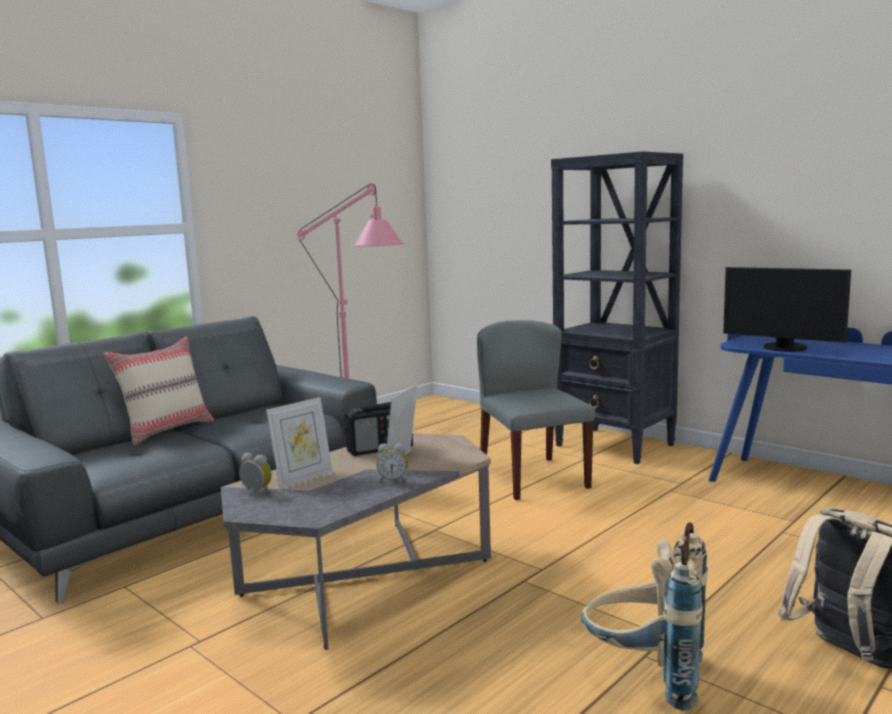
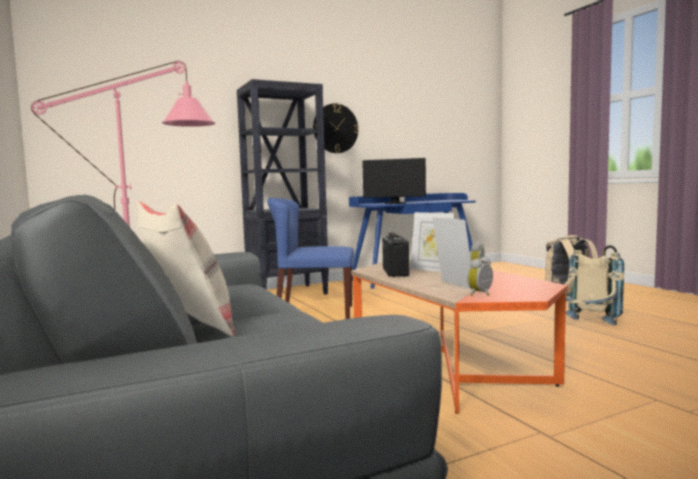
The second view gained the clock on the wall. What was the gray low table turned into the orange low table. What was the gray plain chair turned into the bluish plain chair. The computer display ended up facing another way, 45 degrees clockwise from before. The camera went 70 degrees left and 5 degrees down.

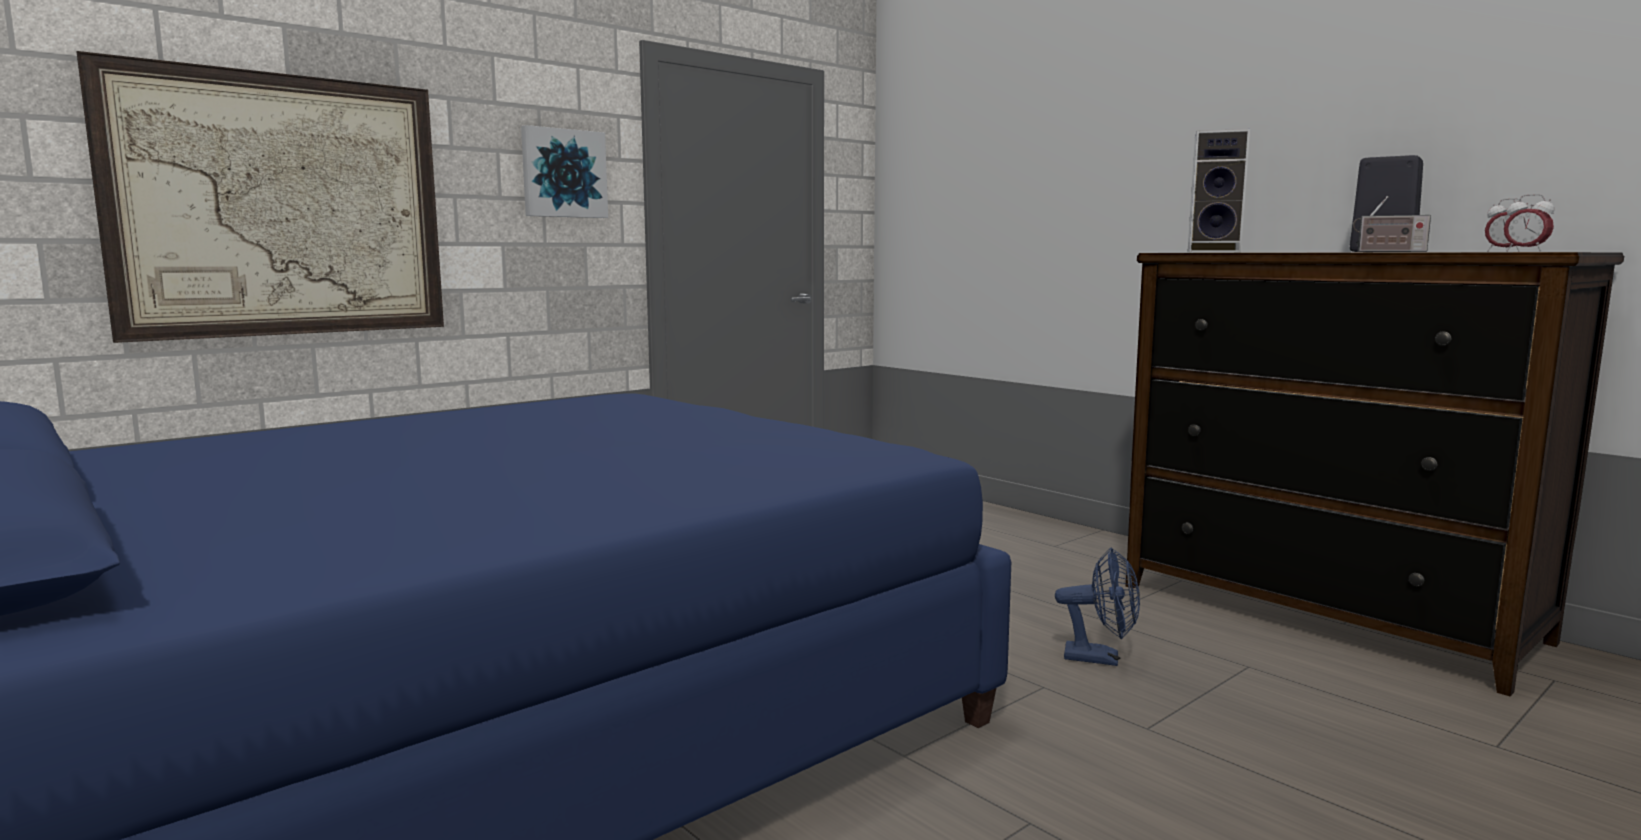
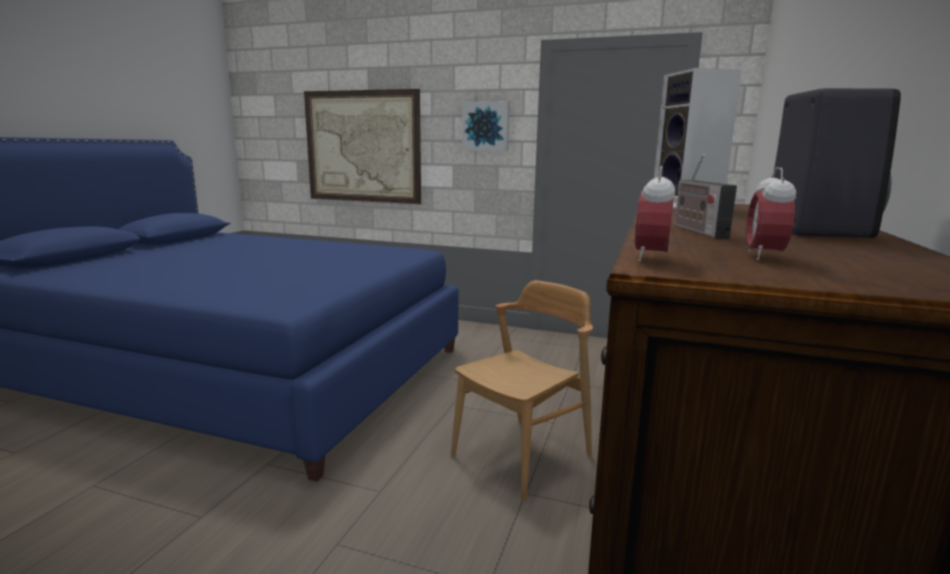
The second view lost the bluish fan. The second view gained the brownish plain chair. The camera went 60 degrees right and 5 degrees up.

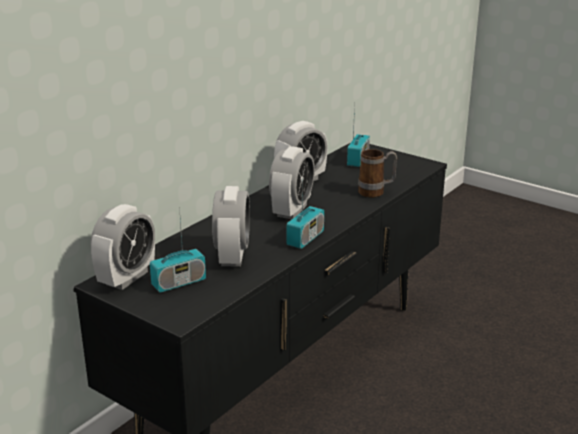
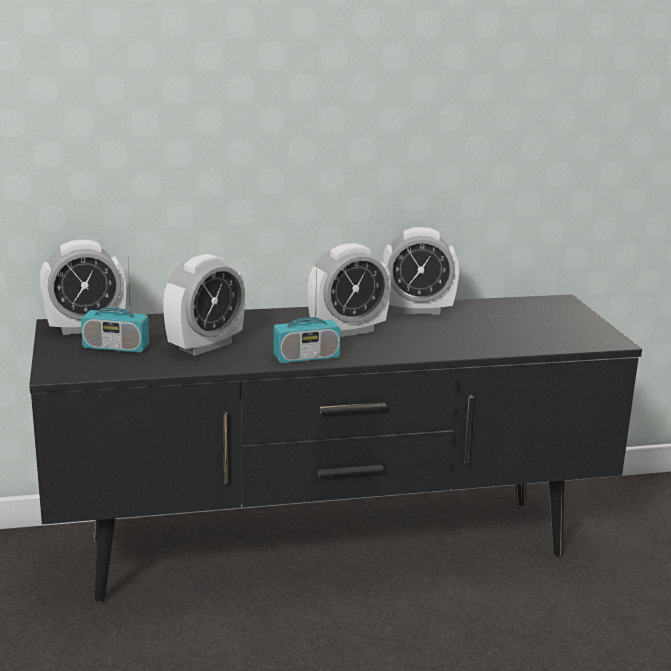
The second view lost the radio (3rd from left). The second view lost the mug. The camera went 40 degrees right and 5 degrees down.

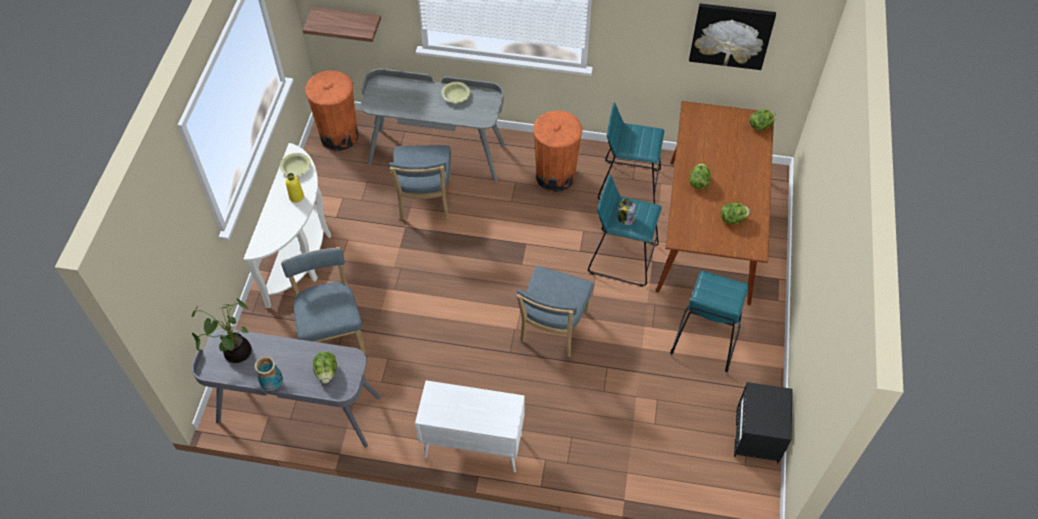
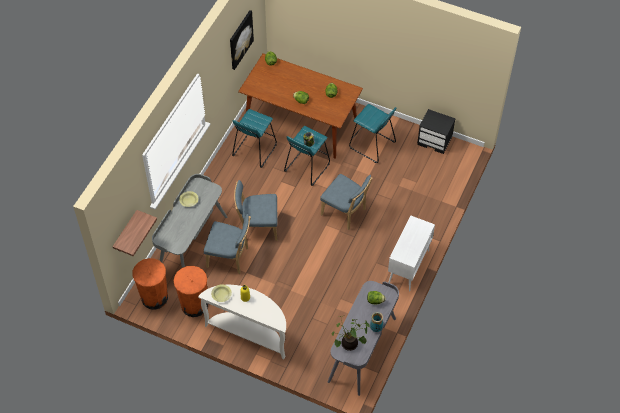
The bluish plain chair (1st from left in the first image) ended up elsewhere. The orange trash can (2nd from left) ended up elsewhere. The camera went 75 degrees left and 0 degrees up.

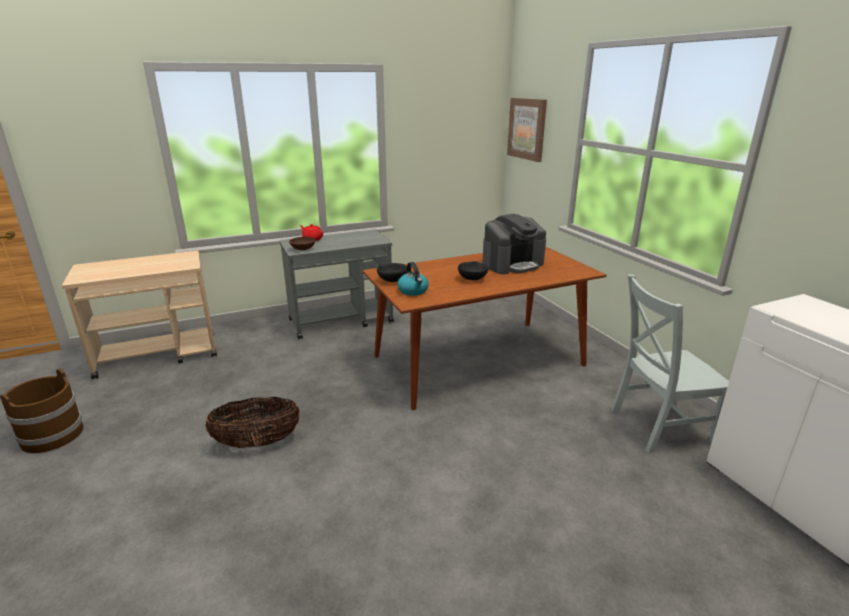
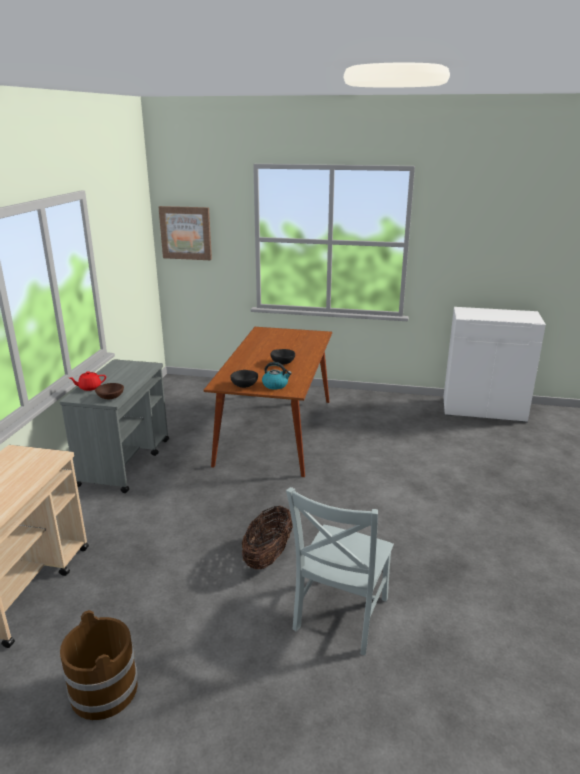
The second view lost the coffee maker. The gray plain chair ended up elsewhere. The camera went 55 degrees left and 0 degrees up.

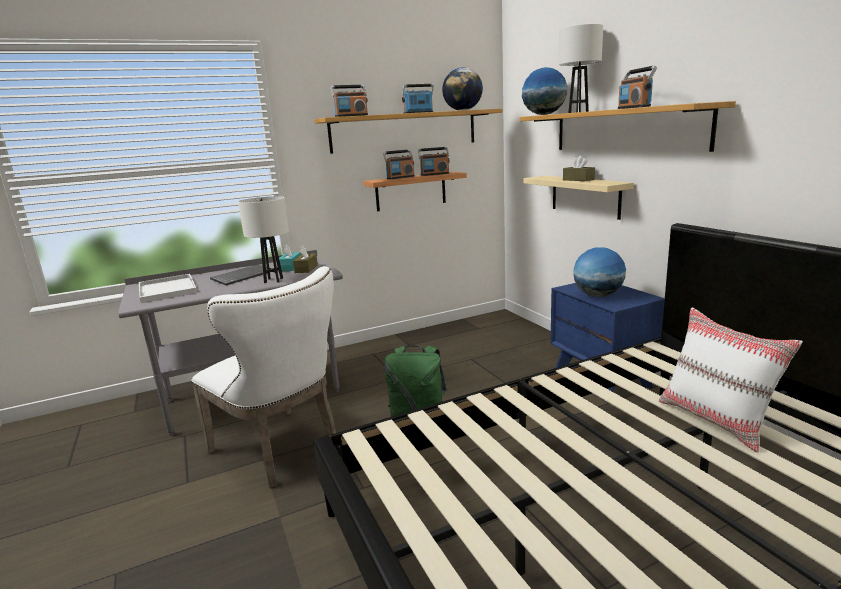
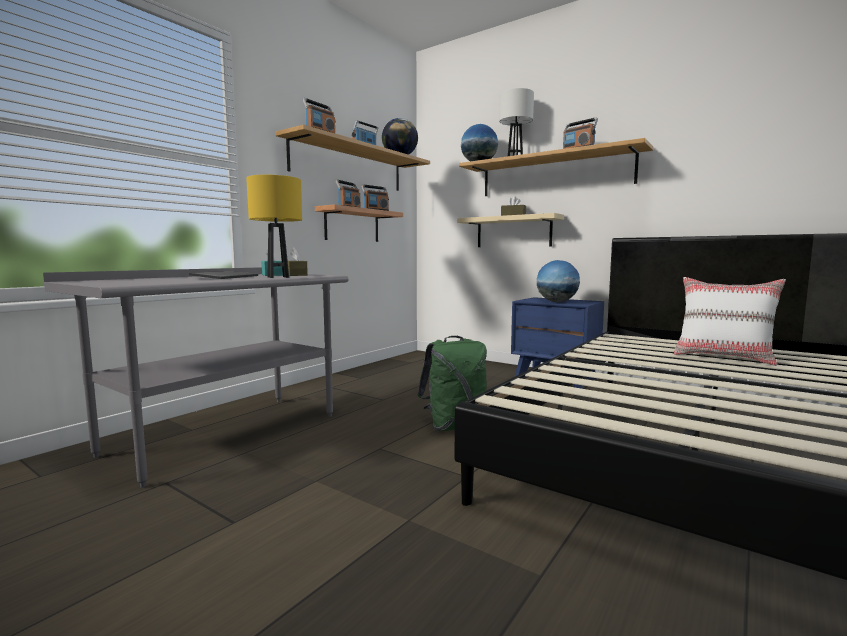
The second view lost the whitish tray. The second view lost the whitish plain chair. What was the whitish lamp for a table (1st from left) turned into the yellowish lamp for a table. The camera went 30 degrees left and 10 degrees down.

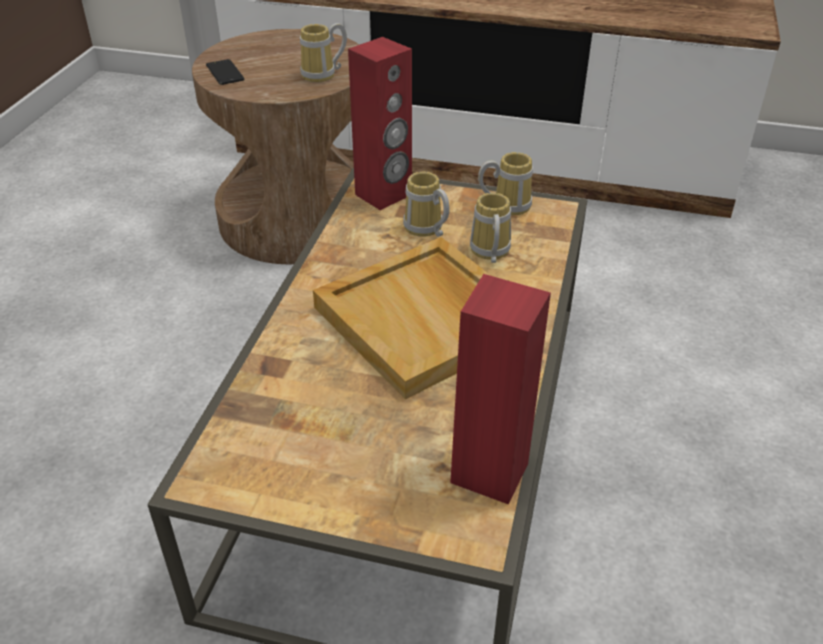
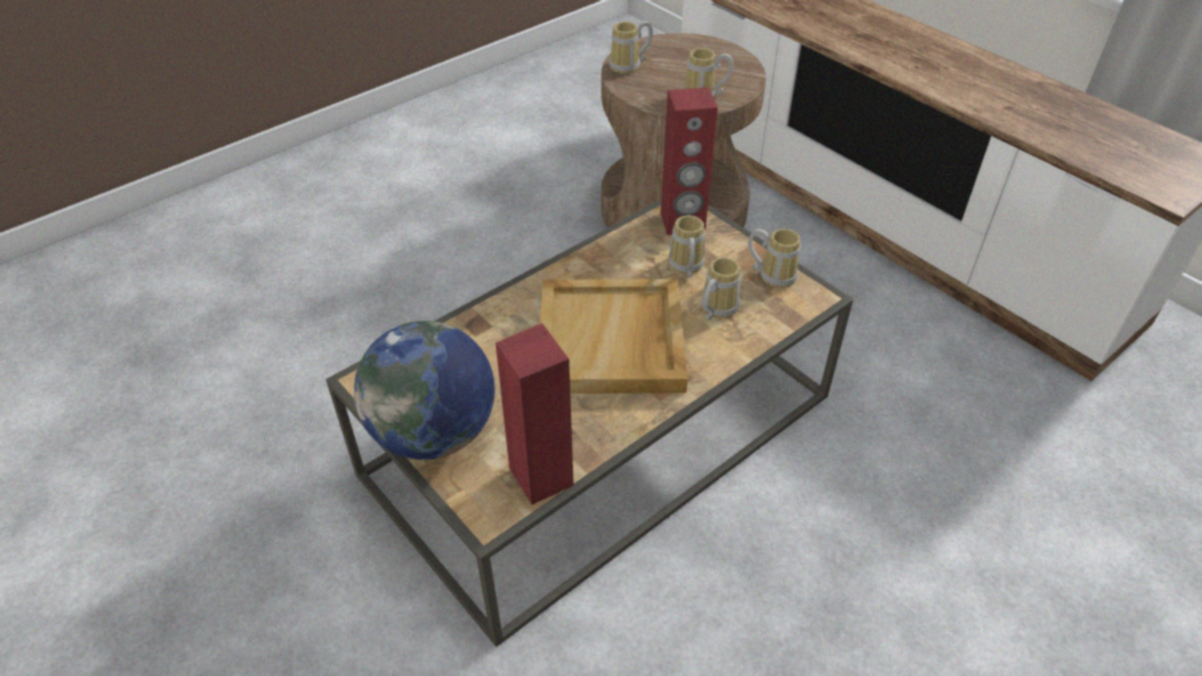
The second view gained the globe. Where the telephone stood, the mug (1st from left) came to stand. The camera went 35 degrees right and 5 degrees up.

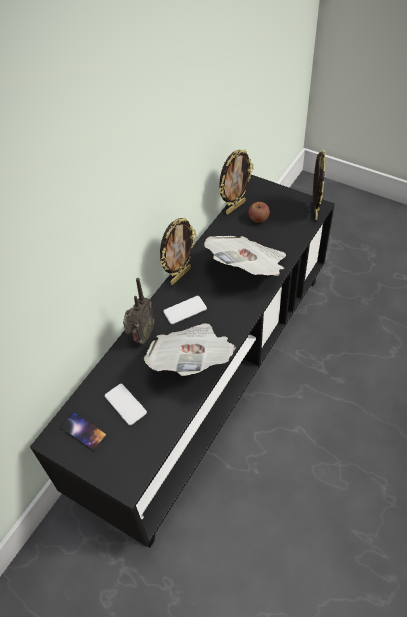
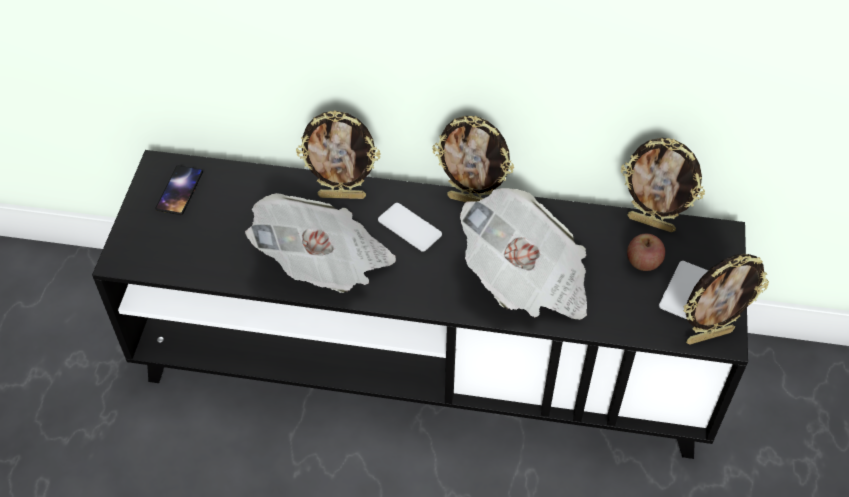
The telephone (2nd from left in the first image) ended up elsewhere. Where the radio stood, the standing frame (1st from left) came to stand. The camera went 65 degrees right and 0 degrees up.

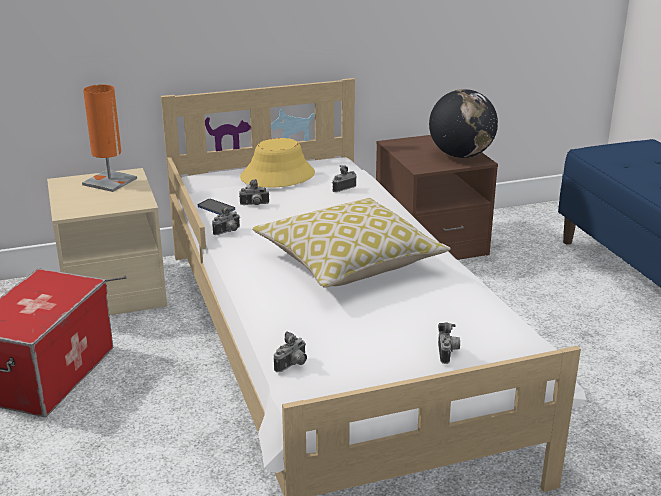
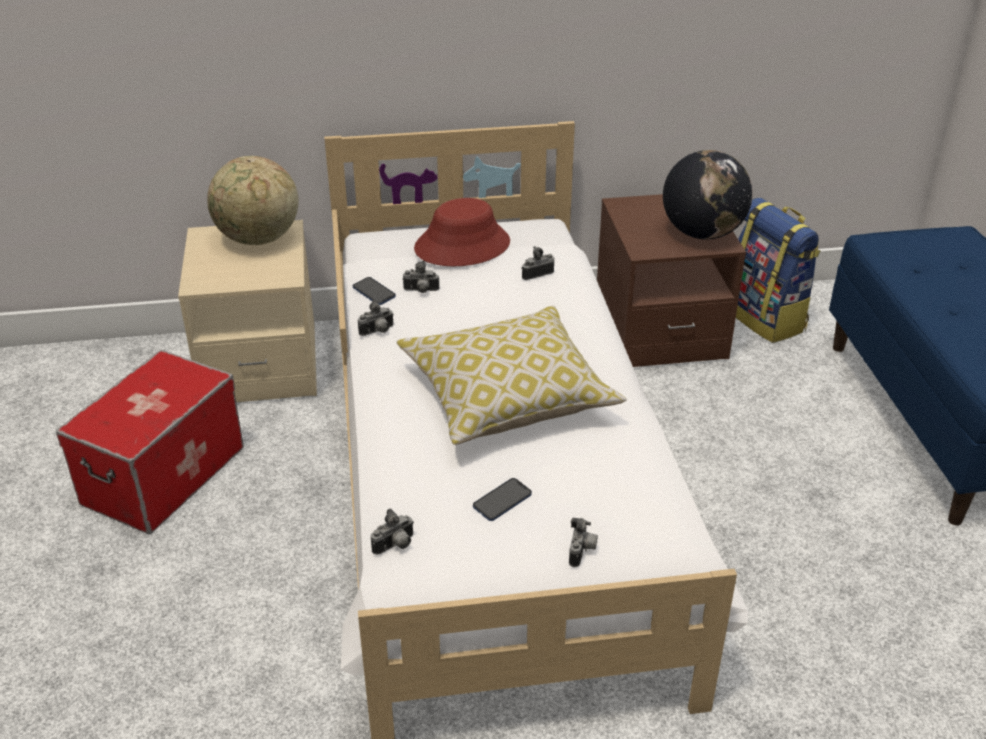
The second view gained the telephone (2nd from left). The second view gained the backpack. Where the orange lamp for a table stood, the globe (1st from left) came to stand. What was the yellowish wearable hat turned into the reddish wearable hat. The camera went 10 degrees right and 10 degrees up.

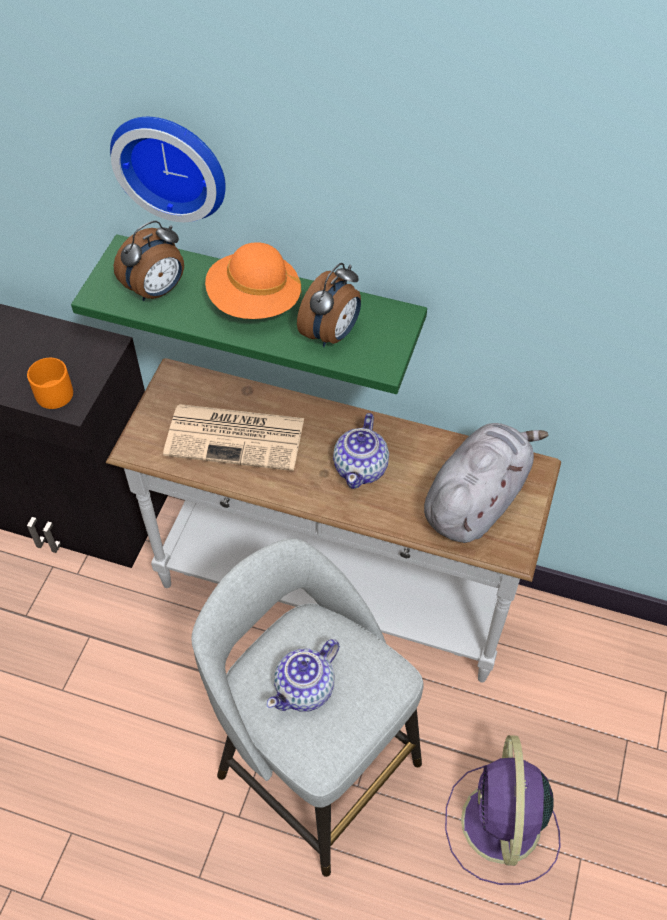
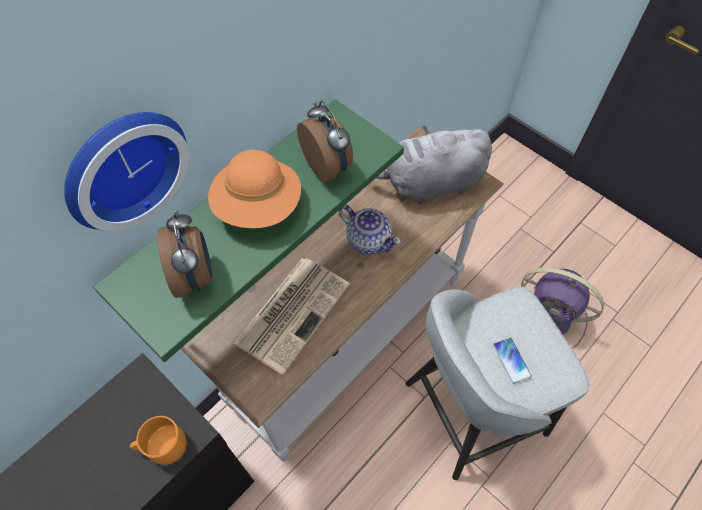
Where the pot for tea (1st from left) stood, the telephone came to stand. The gray soft toy ended up facing another way, 75 degrees counterclockwise from before. The camera went 65 degrees left and 5 degrees up.

